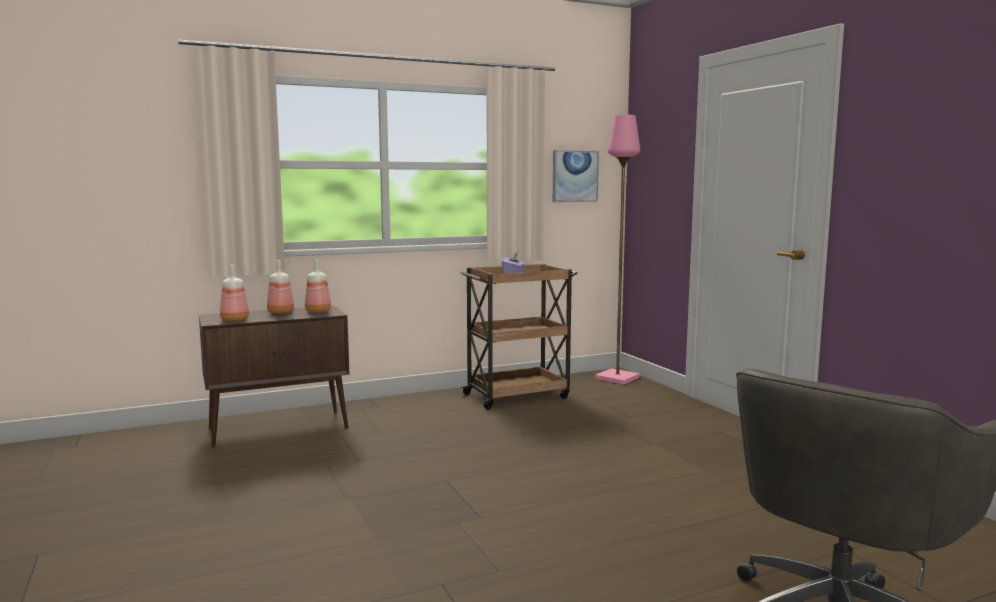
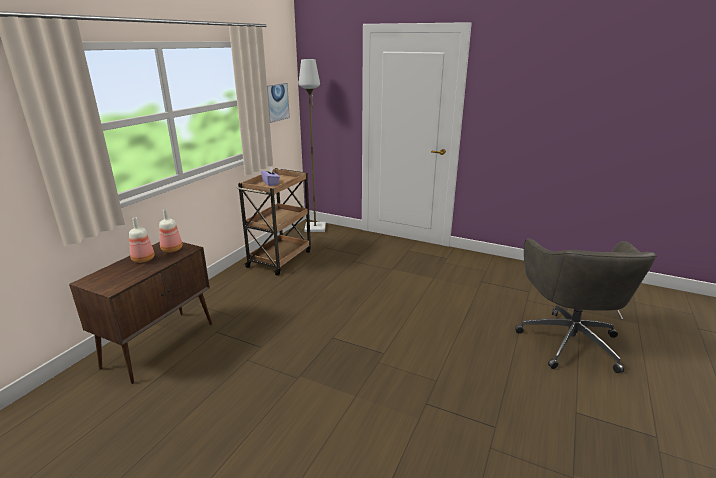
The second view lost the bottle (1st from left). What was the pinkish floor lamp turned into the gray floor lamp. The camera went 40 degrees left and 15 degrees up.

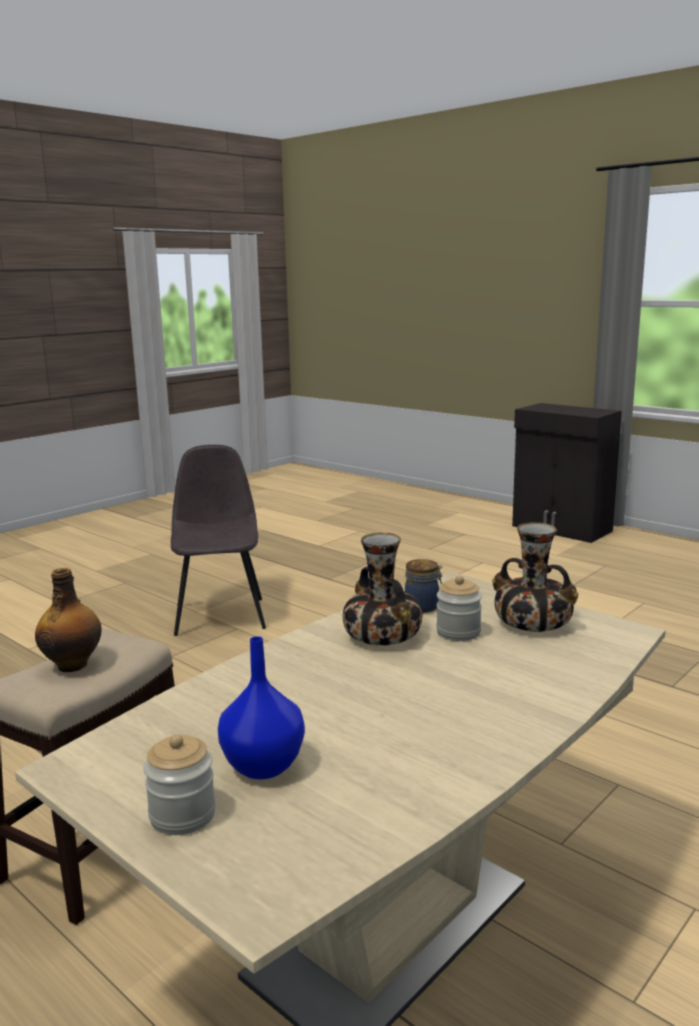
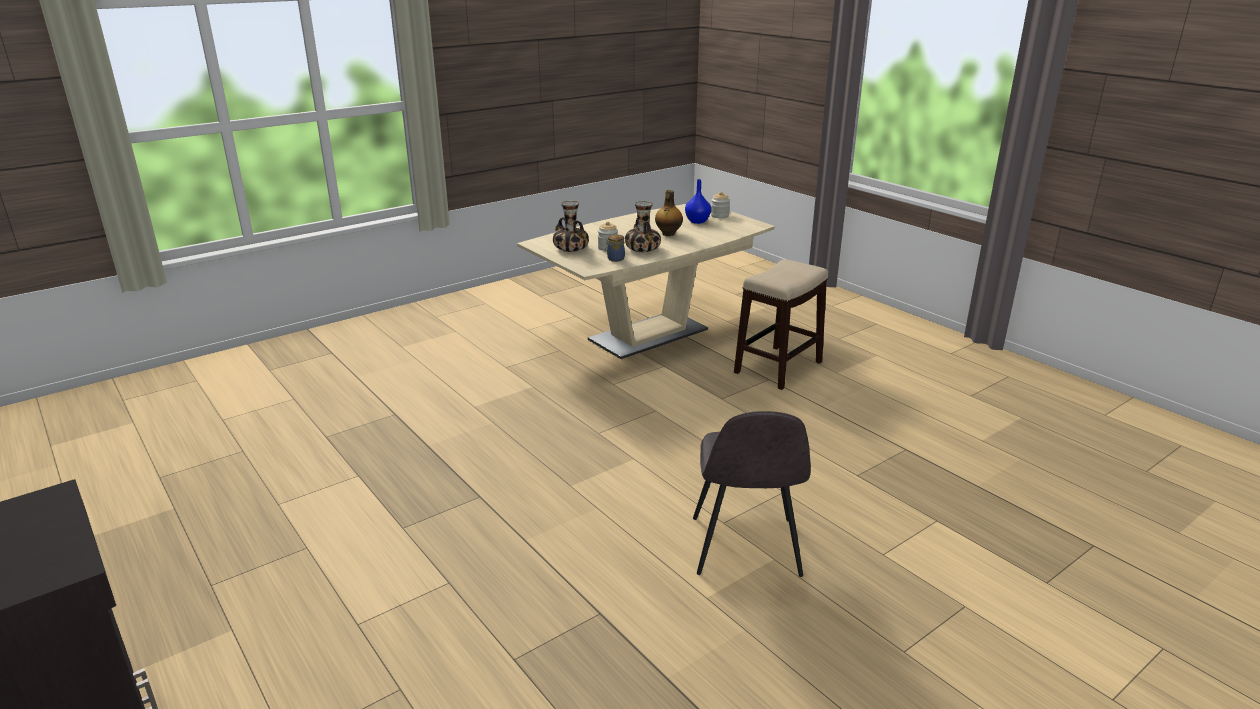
The bottle ended up elsewhere. The camera went 170 degrees left and 10 degrees up.

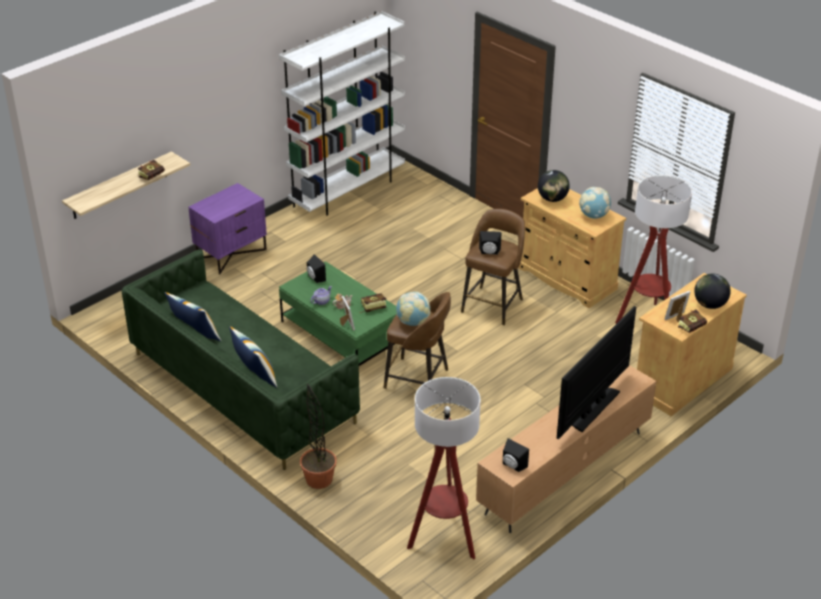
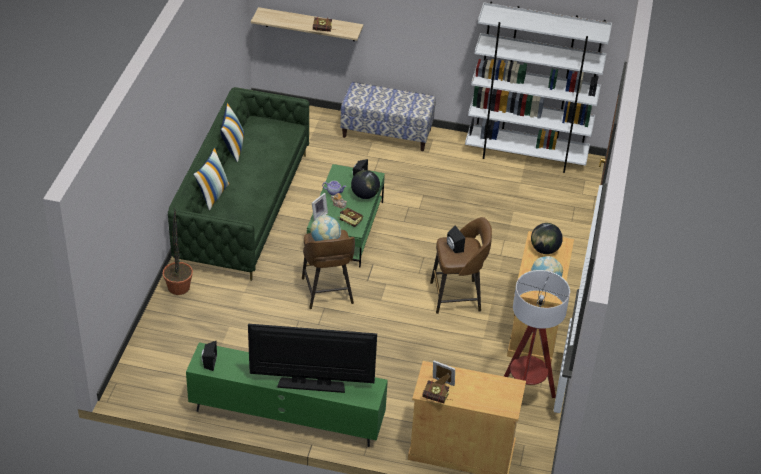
The second view lost the floor lamp (1st from left). The globe (4th from left in the first image) ended up elsewhere. Where the purple bedside table stood, the long seat came to stand. What was the brownish tv stand turned into the greenish tv stand. The camera went 55 degrees right and 5 degrees up.

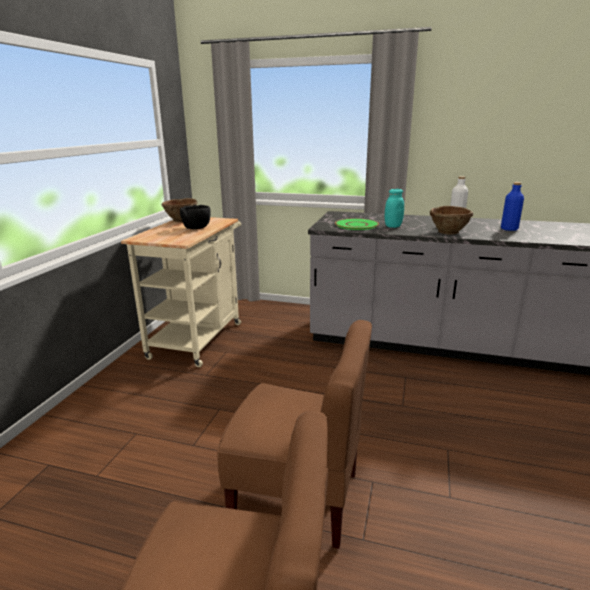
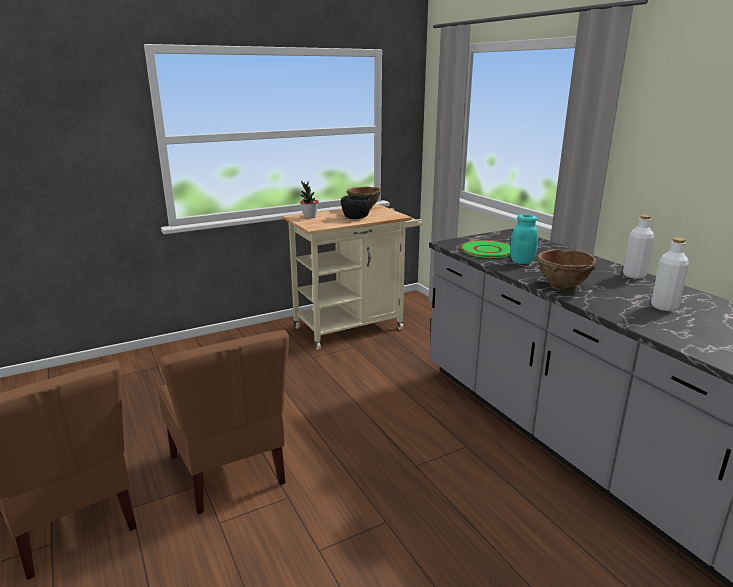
The second view gained the plant in a pot. What was the bluish bottle turned into the whitish bottle (2nd from left). The camera went 45 degrees right and 0 degrees up.

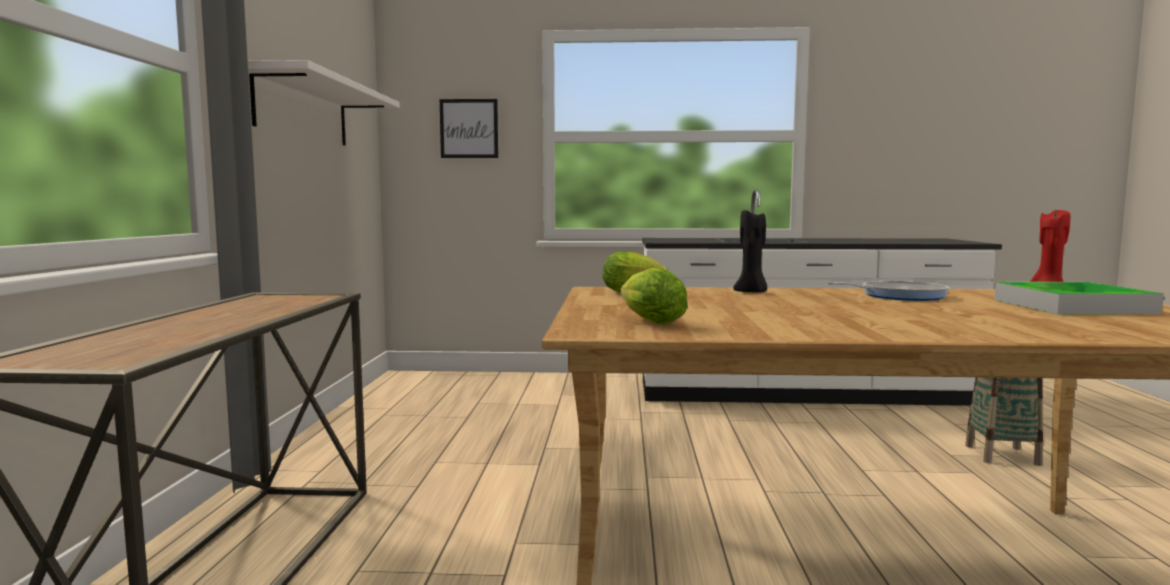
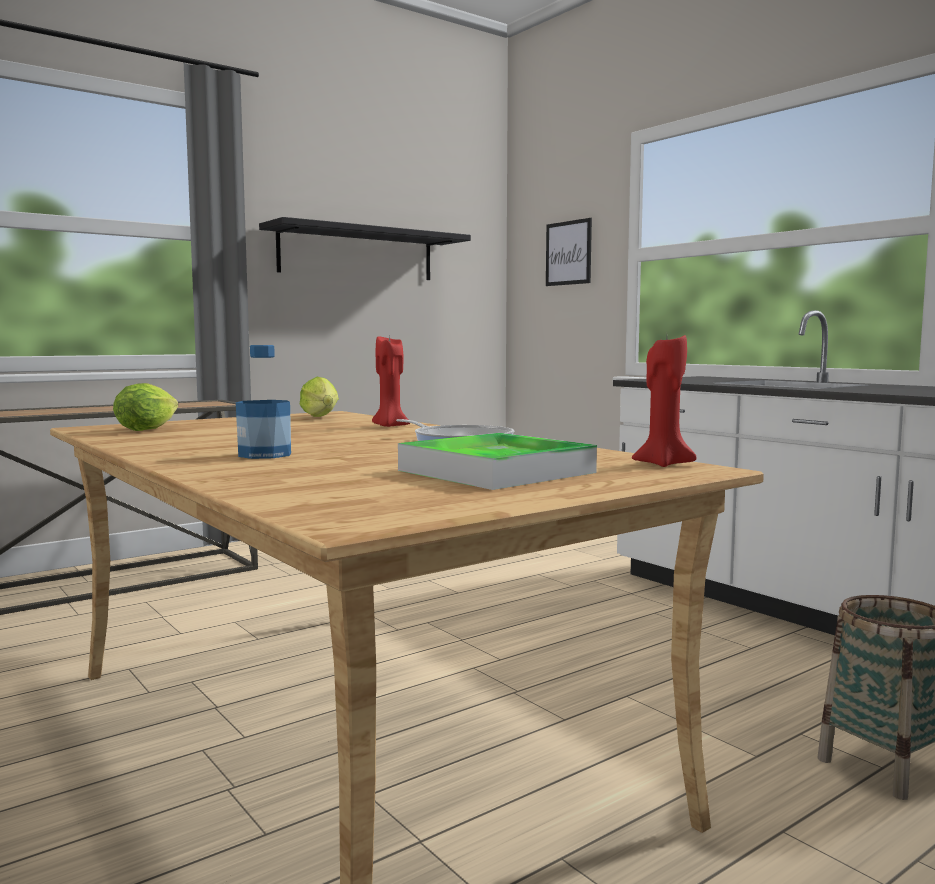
The second view gained the bottle. What was the whitish shelf turned into the blackish shelf. What was the blackish wax light turned into the reddish wax light (1st from left). The camera went 50 degrees right and 0 degrees up.

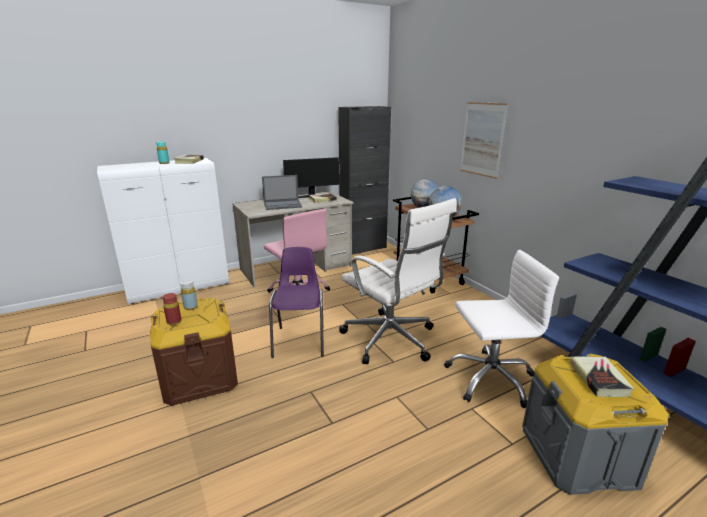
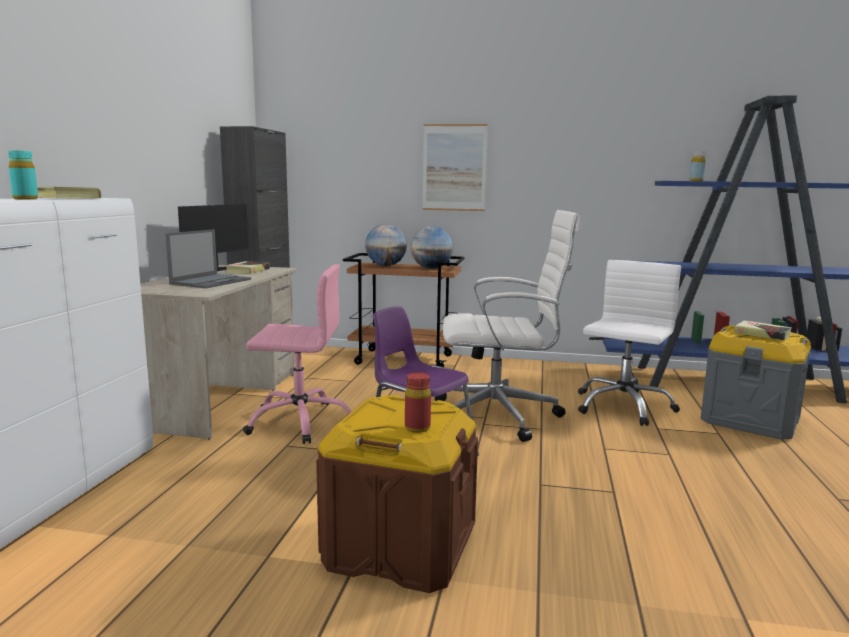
The yellowish bottle ended up elsewhere. The camera went 50 degrees left and 10 degrees down.

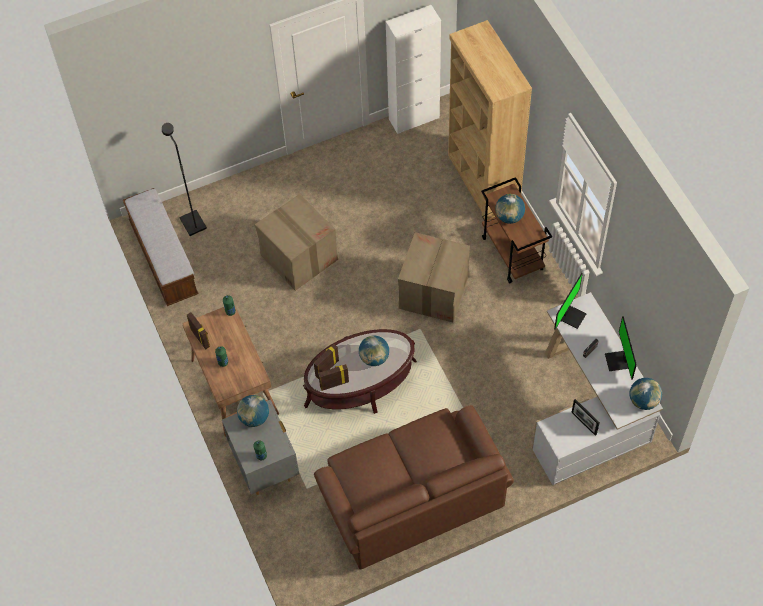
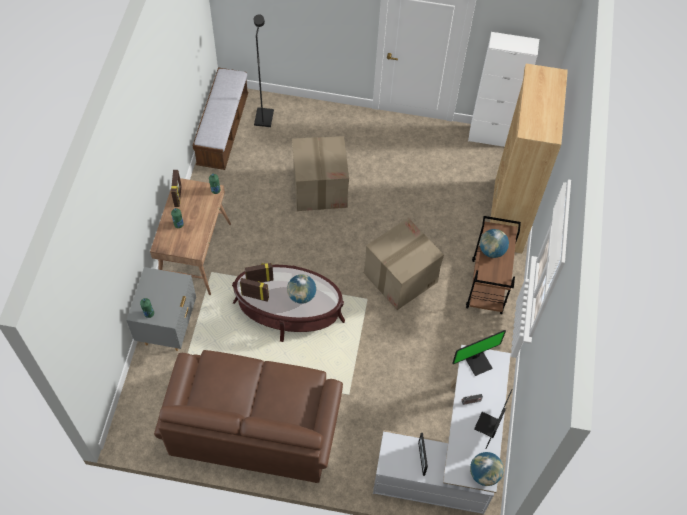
The second view lost the globe (1st from left). The camera went 30 degrees right and 0 degrees up.

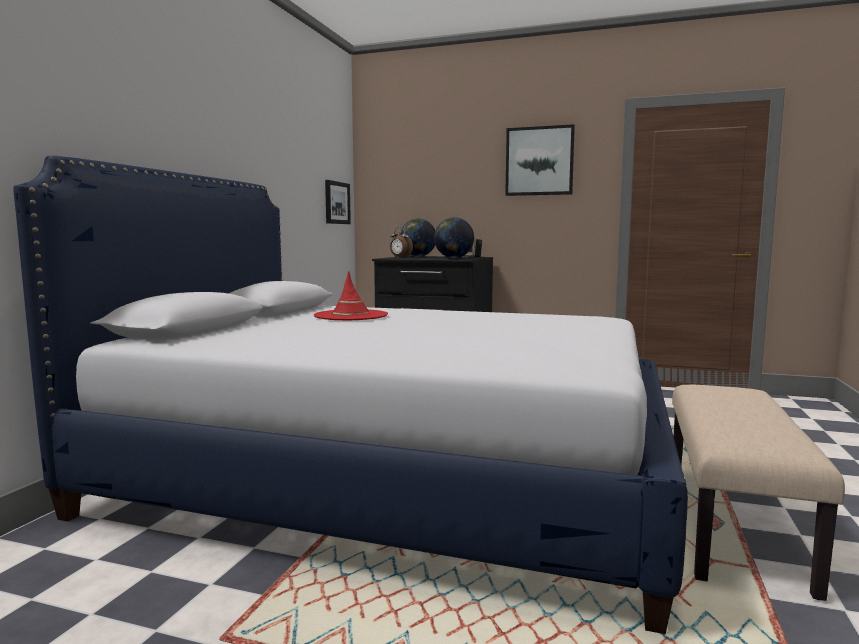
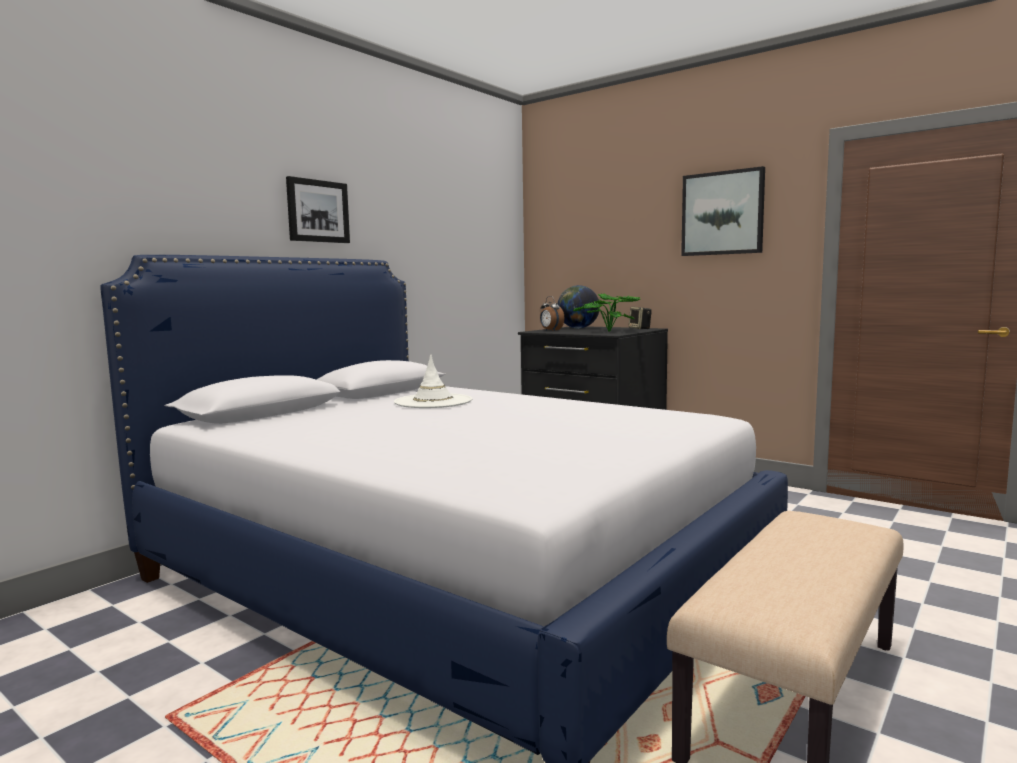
The picture (1st from left) ended up elsewhere. Where the globe (2nd from left) stood, the plant in a pot came to stand. What was the reddish wearable hat turned into the whitish wearable hat. The camera went 20 degrees right and 0 degrees up.

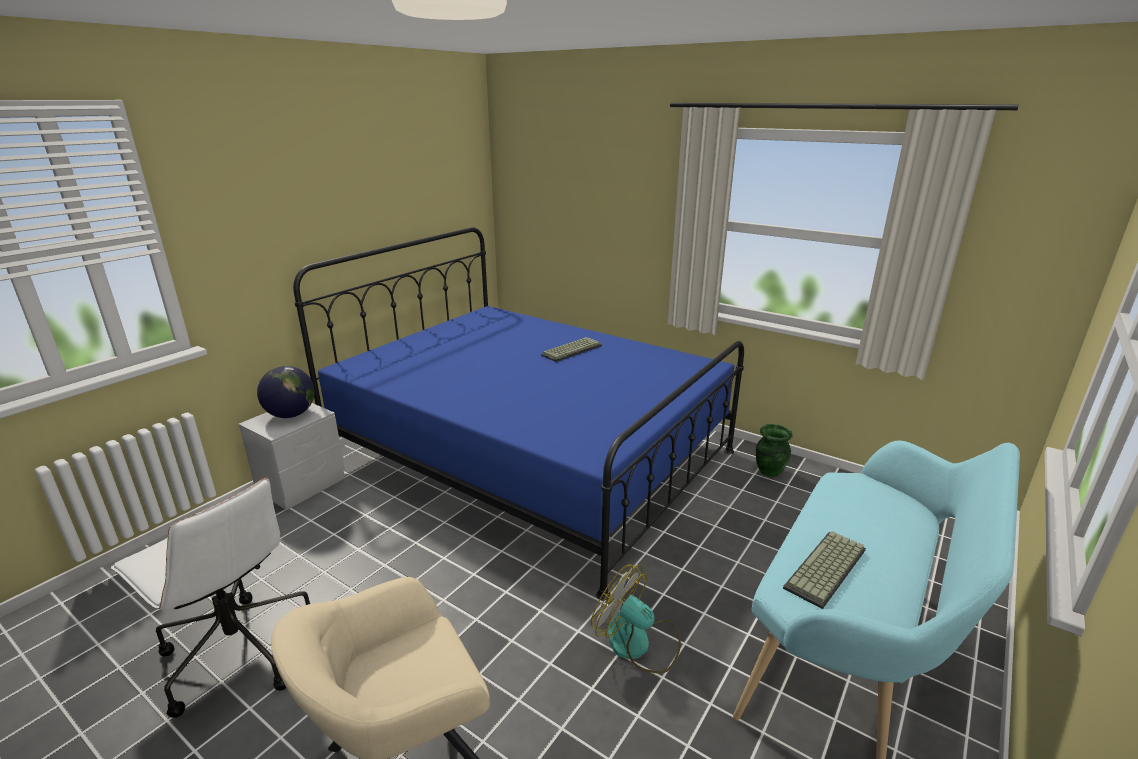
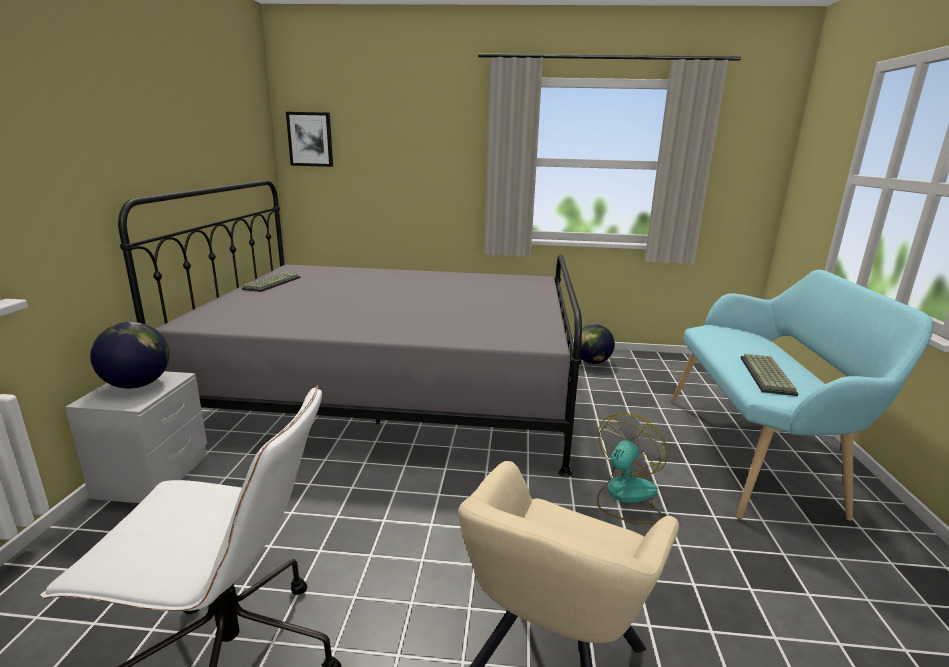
The second view gained the picture. The keyboard (1st from left) ended up elsewhere. Where the greenish vase stood, the globe (2nd from left) came to stand. What was the bluish bedroom bed turned into the gray bedroom bed. The fan ended up facing another way, 120 degrees clockwise from before. The camera went 30 degrees left and 5 degrees down.

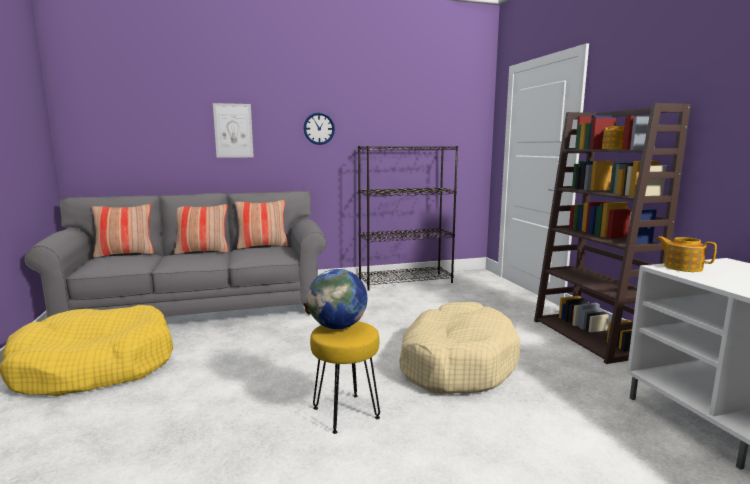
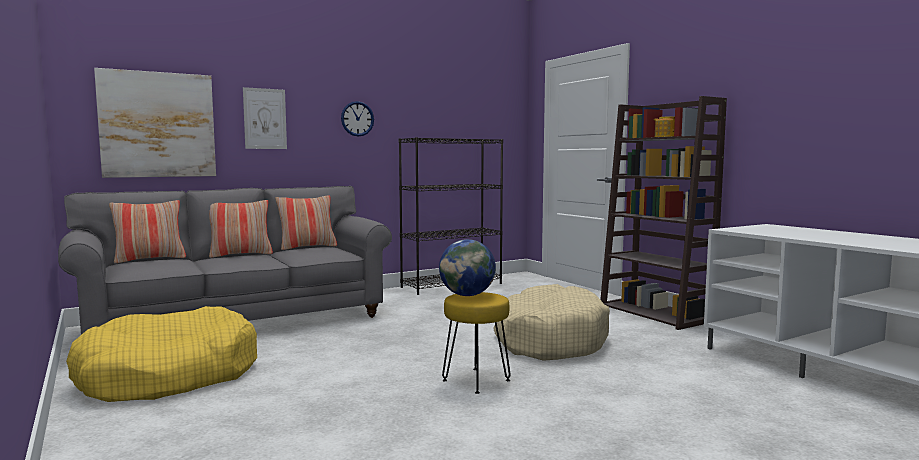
The second view lost the pot for tea (2nd from left). The second view gained the picture (1st from left). The camera went 15 degrees left and 5 degrees down.

